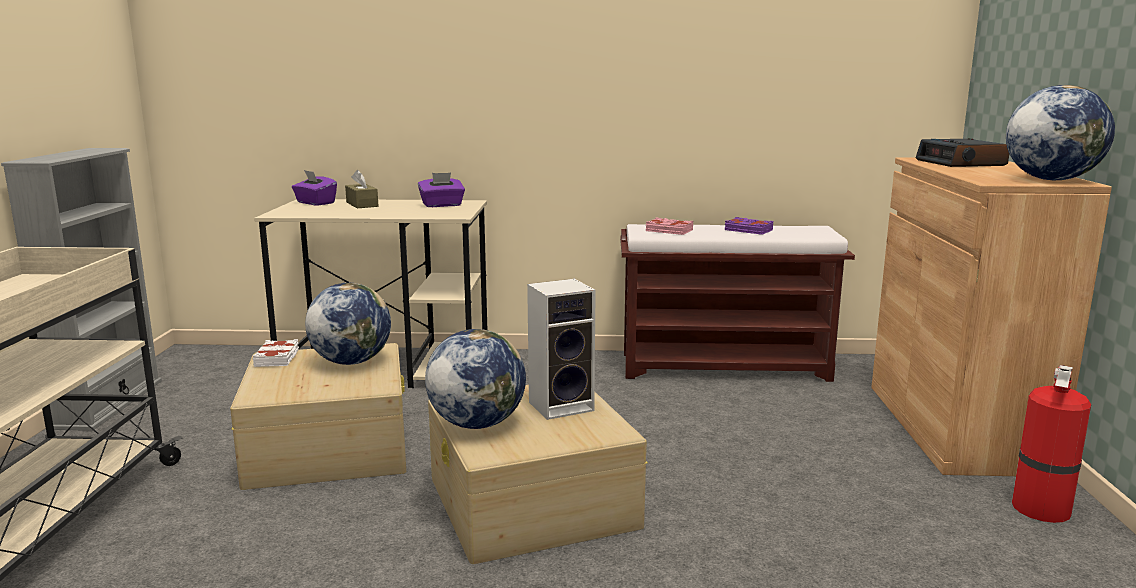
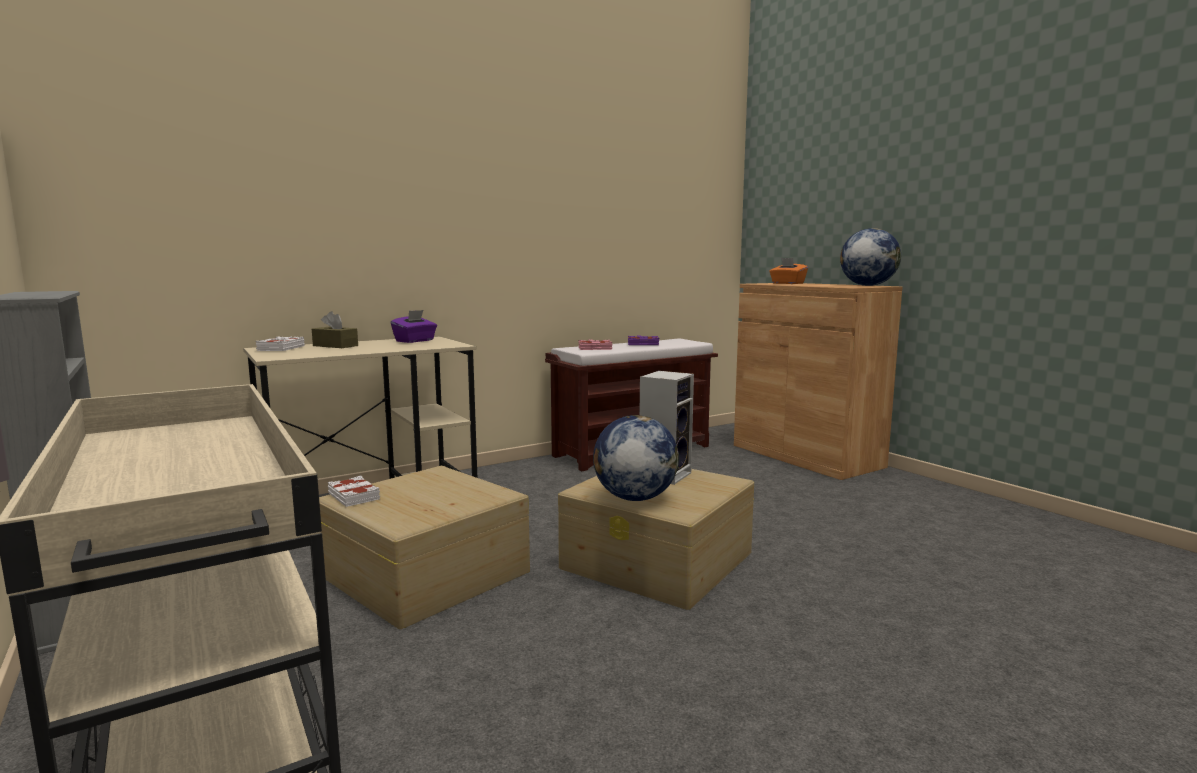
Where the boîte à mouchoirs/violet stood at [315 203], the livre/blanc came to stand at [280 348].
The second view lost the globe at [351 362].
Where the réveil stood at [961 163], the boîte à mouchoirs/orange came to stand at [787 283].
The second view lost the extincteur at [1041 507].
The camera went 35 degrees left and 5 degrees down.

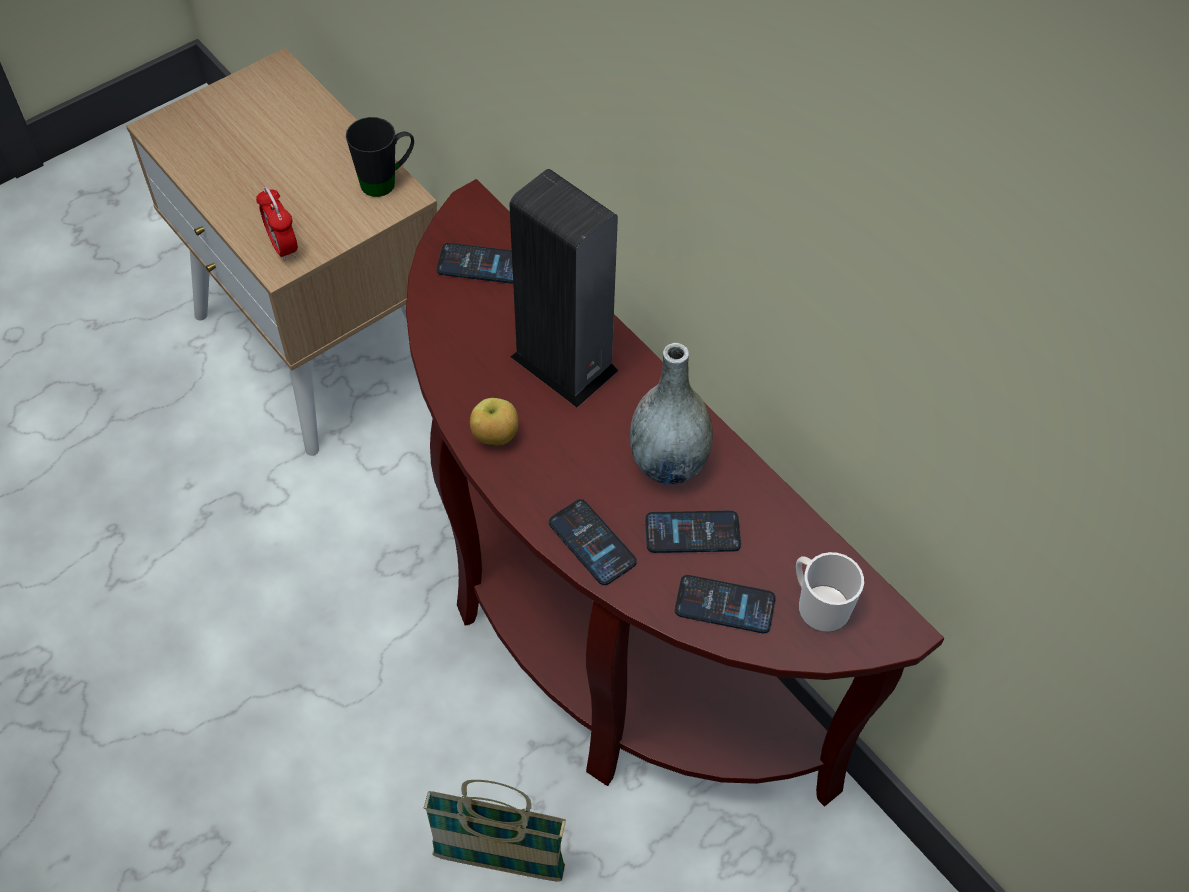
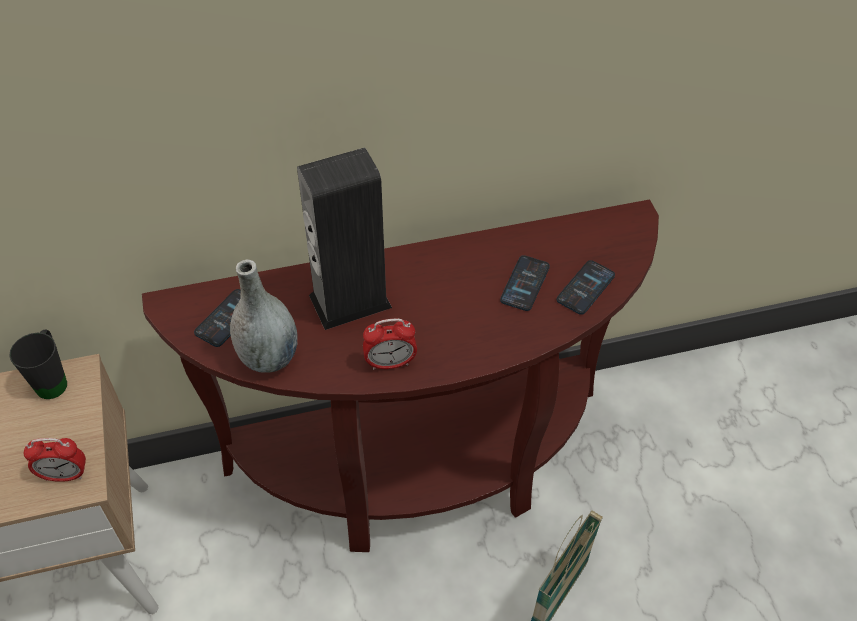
Where the pomme stood at [494 437], the réveil came to stand at [390 363].
The second view lost the téléphone at [592 543].
The vase/gris ended up elsewhere, having gone from [668 464] to [269 358].
The second view lost the mug at [818 605].
The camera went 65 degrees left and 5 degrees down.

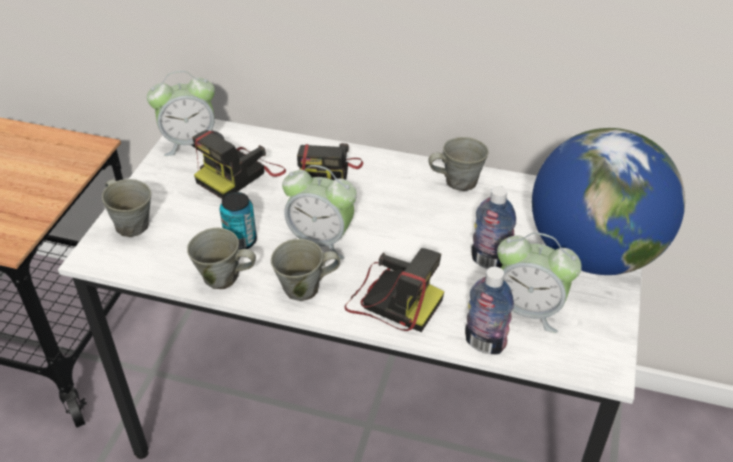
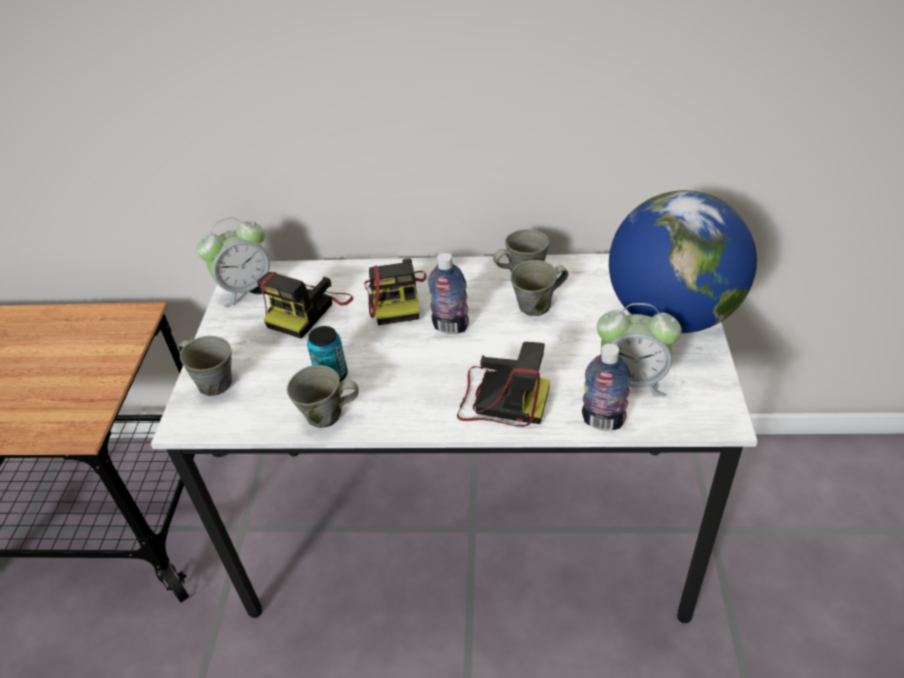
The mug/gris ended up elsewhere, having gone from [304 288] to [537 305].
The second view lost the réveil at [320 240].
The bouteille ended up elsewhere, having gone from [489 261] to [450 327].
The camera went 10 degrees left and 0 degrees up.

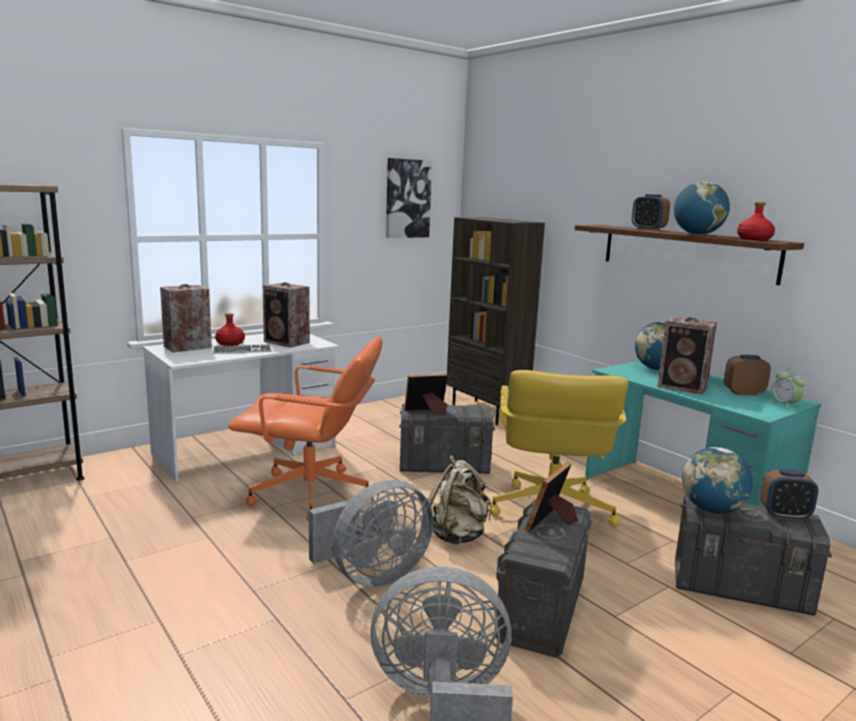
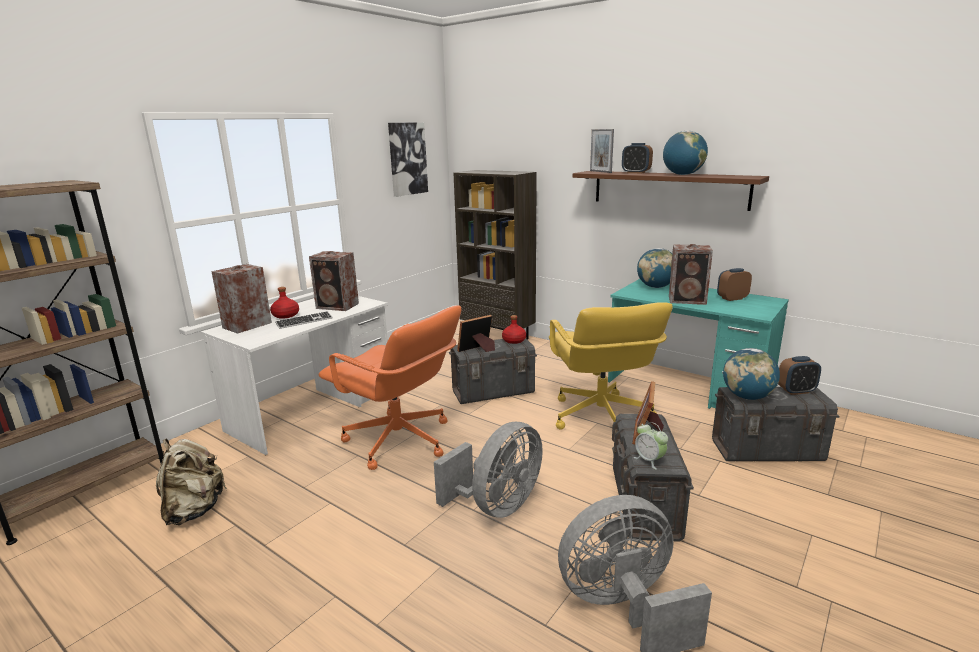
The chaise de bureau/orange at [311 494] ended up facing another way, 45 degrees clockwise from before.
The sac à dos/beige ended up elsewhere, having gone from [459 535] to [194 510].
The bouteille/rouge ended up elsewhere, having gone from [753 239] to [513 340].
The réveil ended up elsewhere, having gone from [785 405] to [649 460].
The second view gained the cadre photo at [600 171].
The camera went 15 degrees left and 5 degrees up.

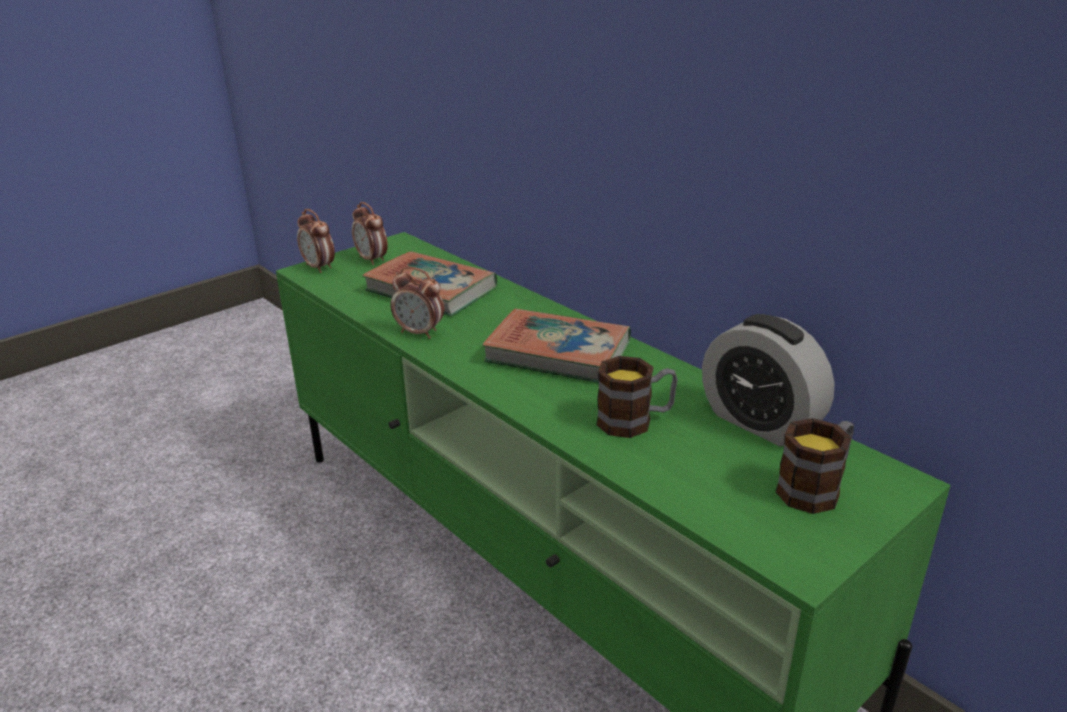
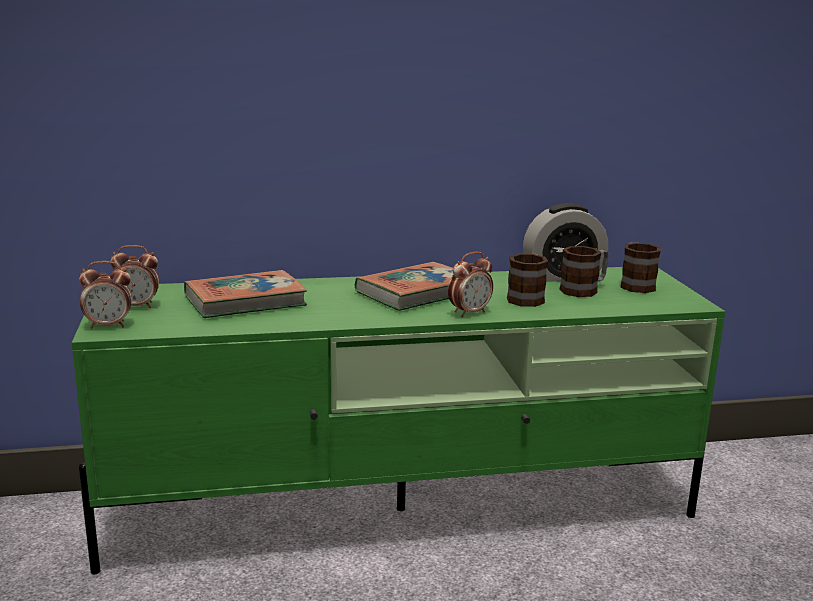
The réveil ended up elsewhere, having gone from [420 333] to [469 313].
The second view gained the mug at [584 289].
The camera went 60 degrees left and 10 degrees down.

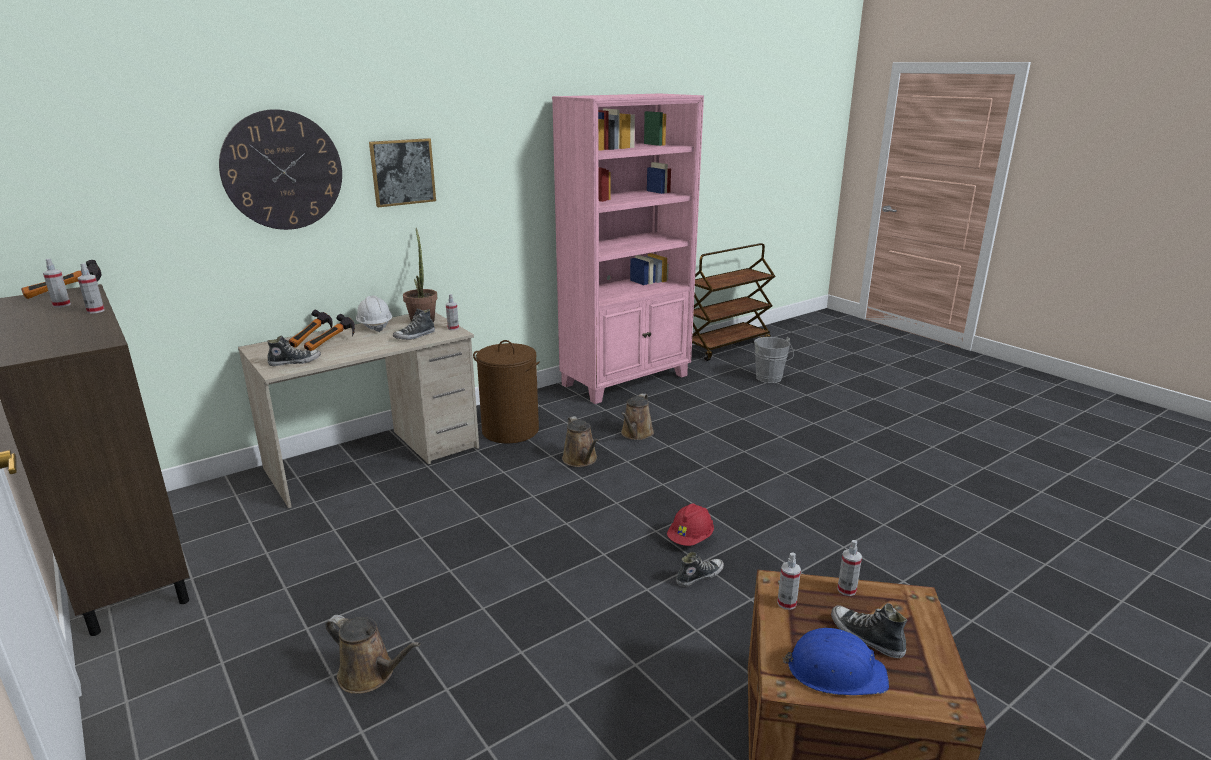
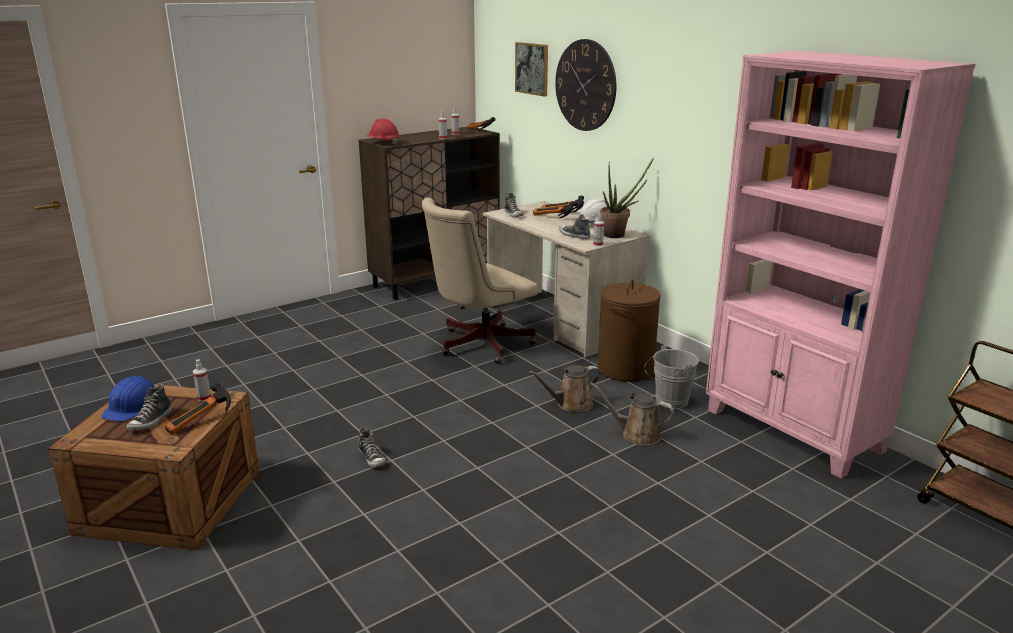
The second view lost the arrosoir/marron at [370 674].
The tableau ended up elsewhere, having gone from [402 172] to [532 68].
The casque de chantier/rouge ended up elsewhere, having gone from [690 539] to [383 143].
The seau/gris ended up elsewhere, having gone from [770 379] to [668 401].
The chaussure at [866 637] ended up facing another way, 150 degrees clockwise from before.
Where the vaporisateur stood at [846 590], the marteau came to stand at [202 422].
The second view gained the chaise de bureau/beige at [479 345].
The camera went 90 degrees right and 0 degrees up.

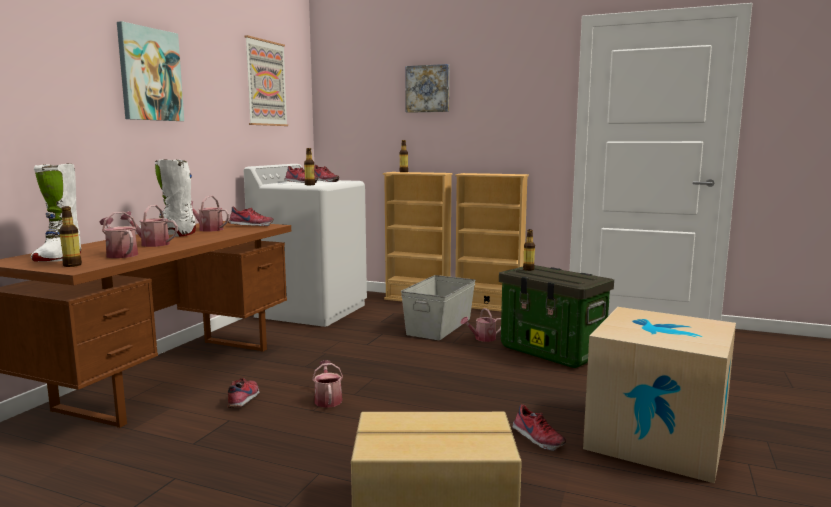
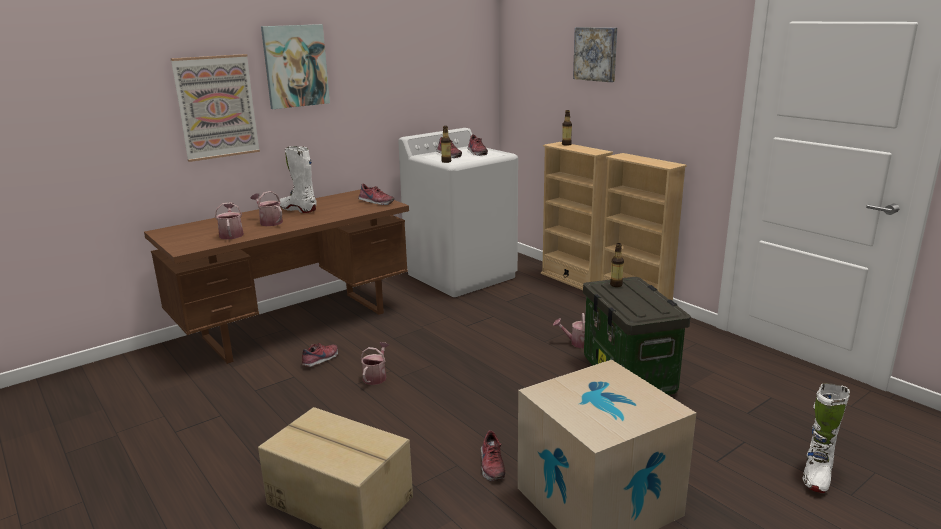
The botte/blanc ended up elsewhere, having gone from [58 258] to [816 475].
The second view lost the bouteille at [72 265].
The second view lost the arrosoir at [208 229].
The tableau ended up elsewhere, having gone from [266 83] to [216 107].
The second view lost the boîte de rangement/gris at [440 326].
The camera went 30 degrees right and 10 degrees up.

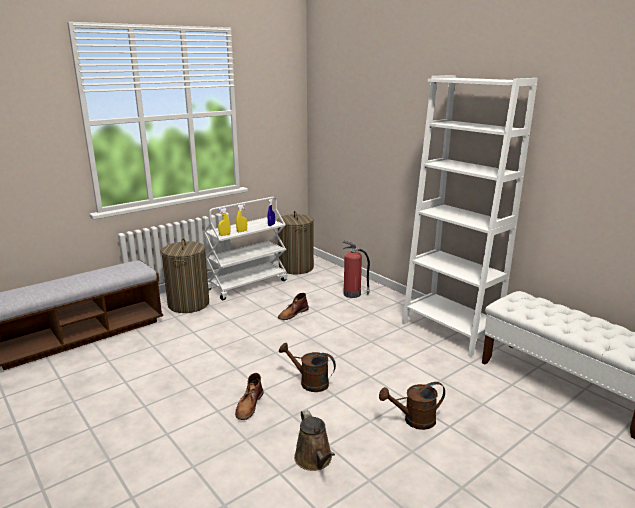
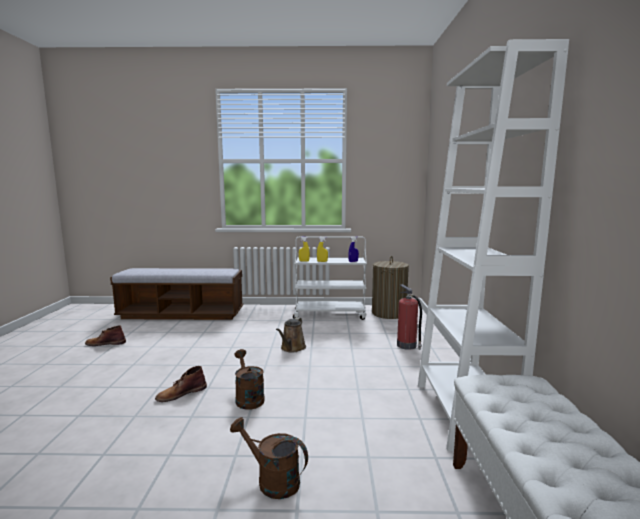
The second view lost the panier à linge at [188 304].
The botte/marron ended up elsewhere, having gone from [292 313] to [105 343].
The arrosoir/marron ended up elsewhere, having gone from [315 460] to [292 348].
The camera went 40 degrees right and 10 degrees down.

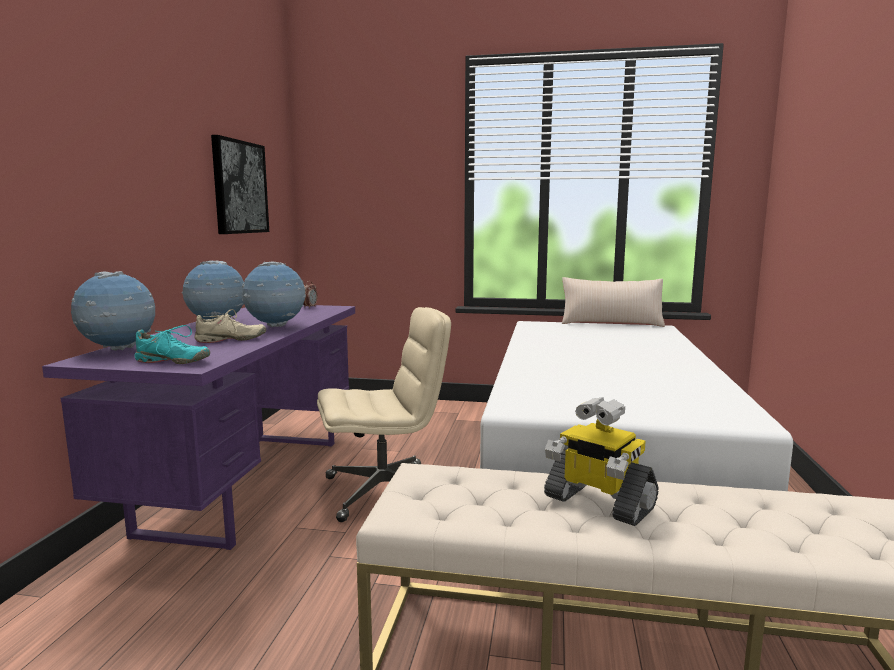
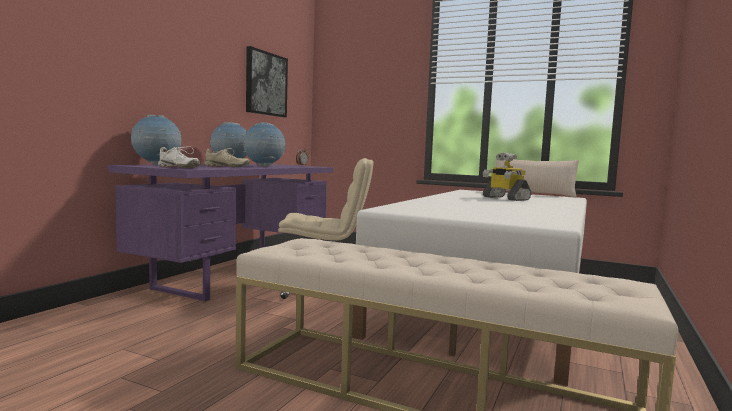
What was the chaussure/turquoise at [172 361] turned into the chaussure/blanc at [178 167].
The robot jouet ended up elsewhere, having gone from [597 502] to [505 198].
The camera went 15 degrees right and 5 degrees down.

